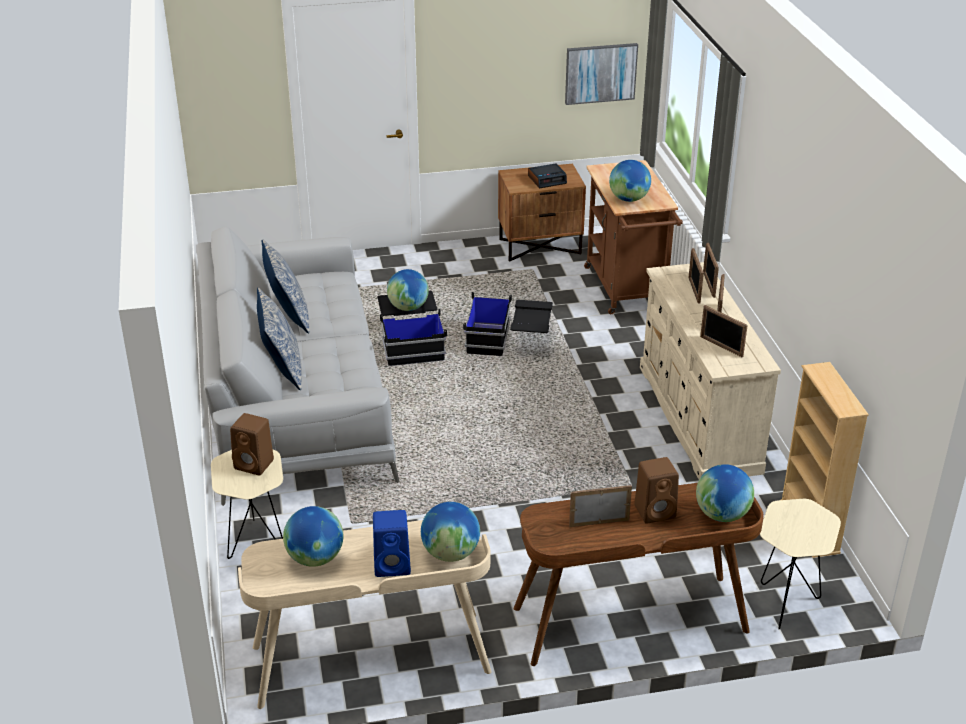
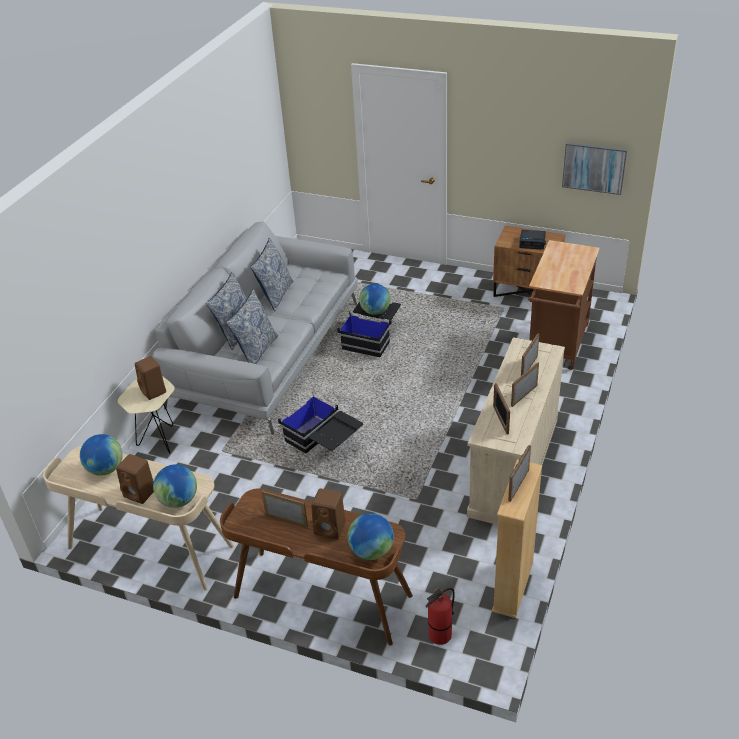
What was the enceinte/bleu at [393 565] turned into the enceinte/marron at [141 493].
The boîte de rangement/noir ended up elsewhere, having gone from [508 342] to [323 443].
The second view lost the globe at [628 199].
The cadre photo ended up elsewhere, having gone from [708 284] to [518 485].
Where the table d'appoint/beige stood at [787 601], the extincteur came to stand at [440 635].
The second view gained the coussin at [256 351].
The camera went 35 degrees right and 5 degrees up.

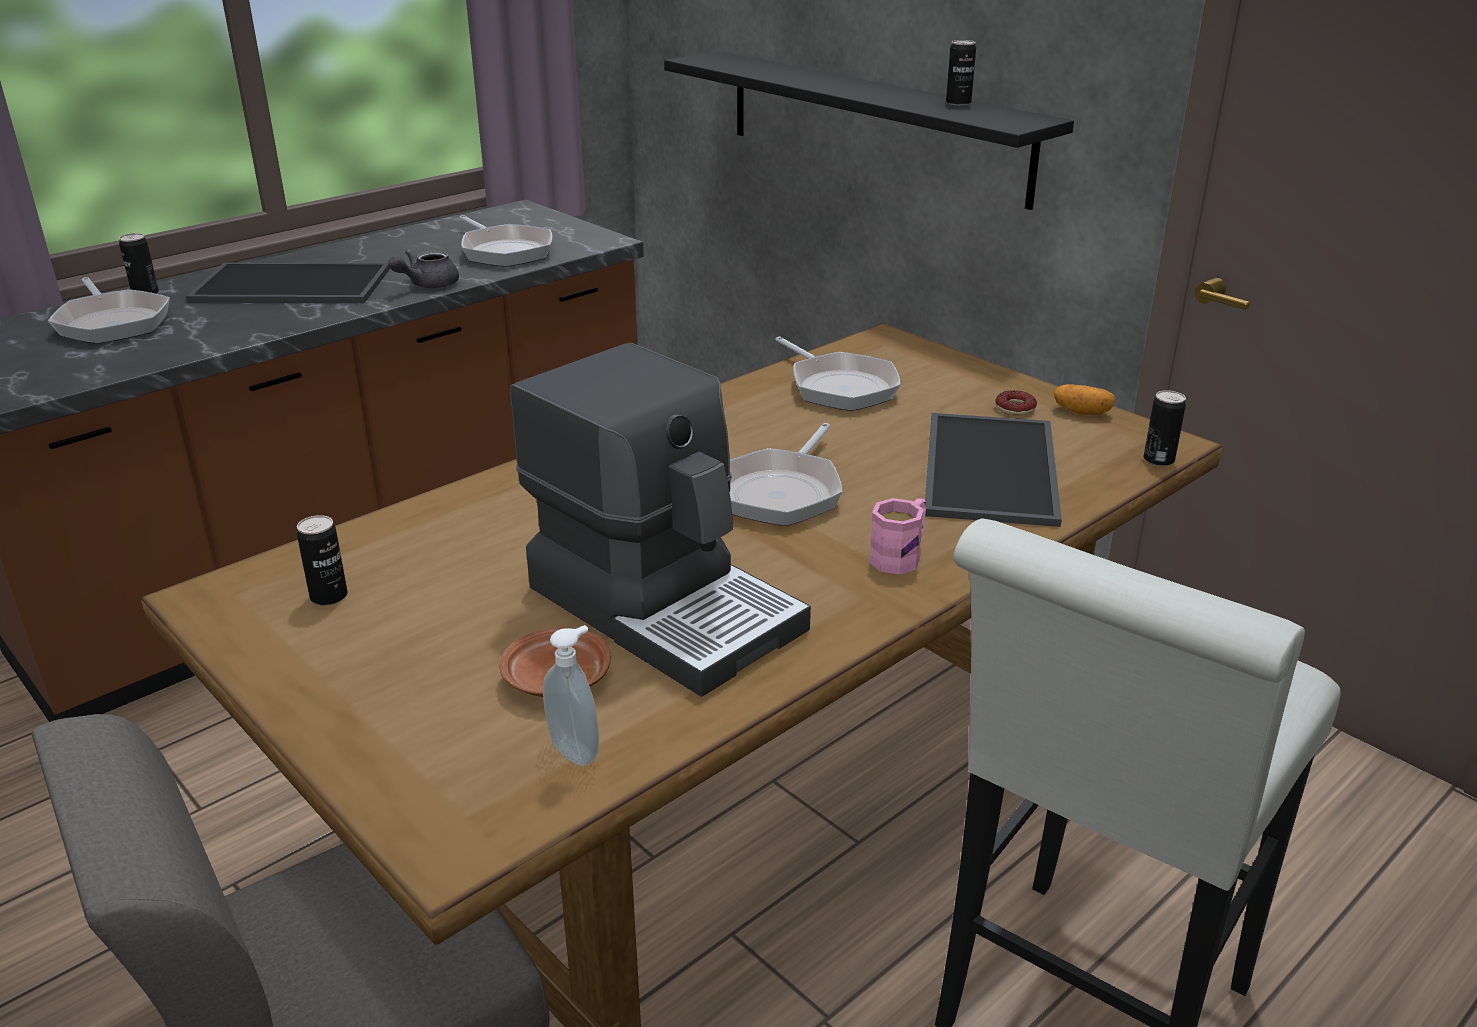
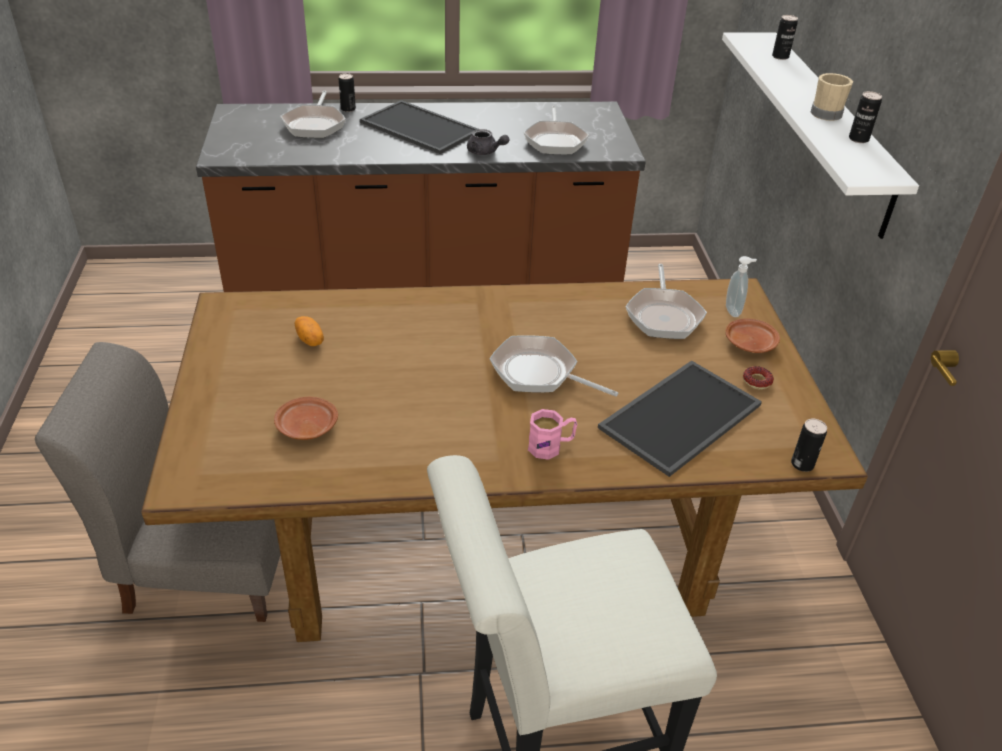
The boîte métallique ended up elsewhere, having gone from [329 596] to [780 57].
The théière/gris at [427 285] ended up facing another way, 135 degrees counterclockwise from before.
The second view lost the machine à café at [666 606].
The distributeur de savon ended up elsewhere, having gone from [577 750] to [734 311].
What was the étagère/noir at [873 125] turned into the étagère/blanc at [828 129].
The poêle at [782 492] ended up facing another way, 60 degrees clockwise from before.
The pomme de terre ended up elsewhere, having gone from [1082 412] to [310 339].
The second view gained the assiette/marron at [750 343].
The second view gained the mug/beige at [825 112].
The camera went 35 degrees right and 10 degrees up.

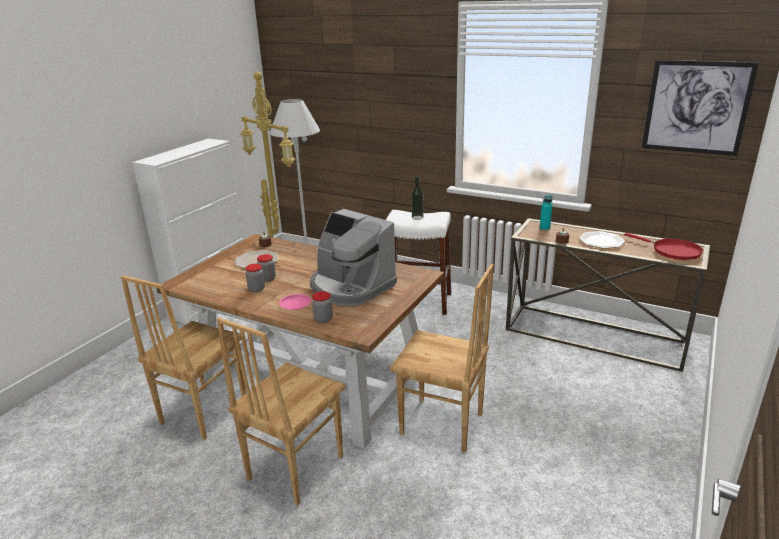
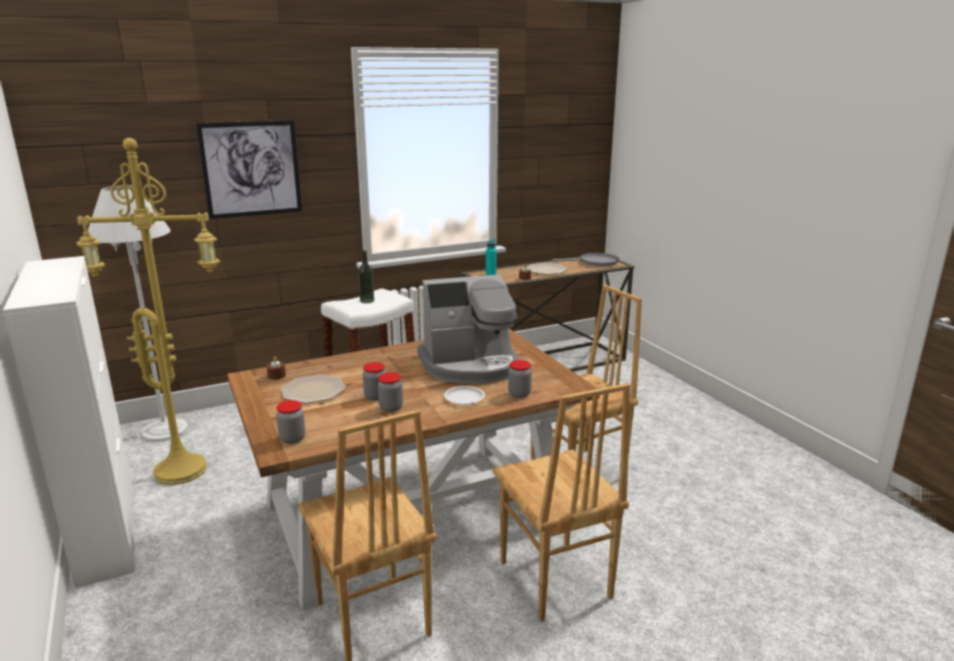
What was the assiette/rose at [295 304] turned into the assiette/blanc at [464 398].
What was the poêle/rouge at [673 251] turned into the poêle/gris at [596 262].
The tableau ended up elsewhere, having gone from [696 107] to [251 169].
The second view gained the bocal at [292 439].
The camera went 55 degrees left and 5 degrees down.

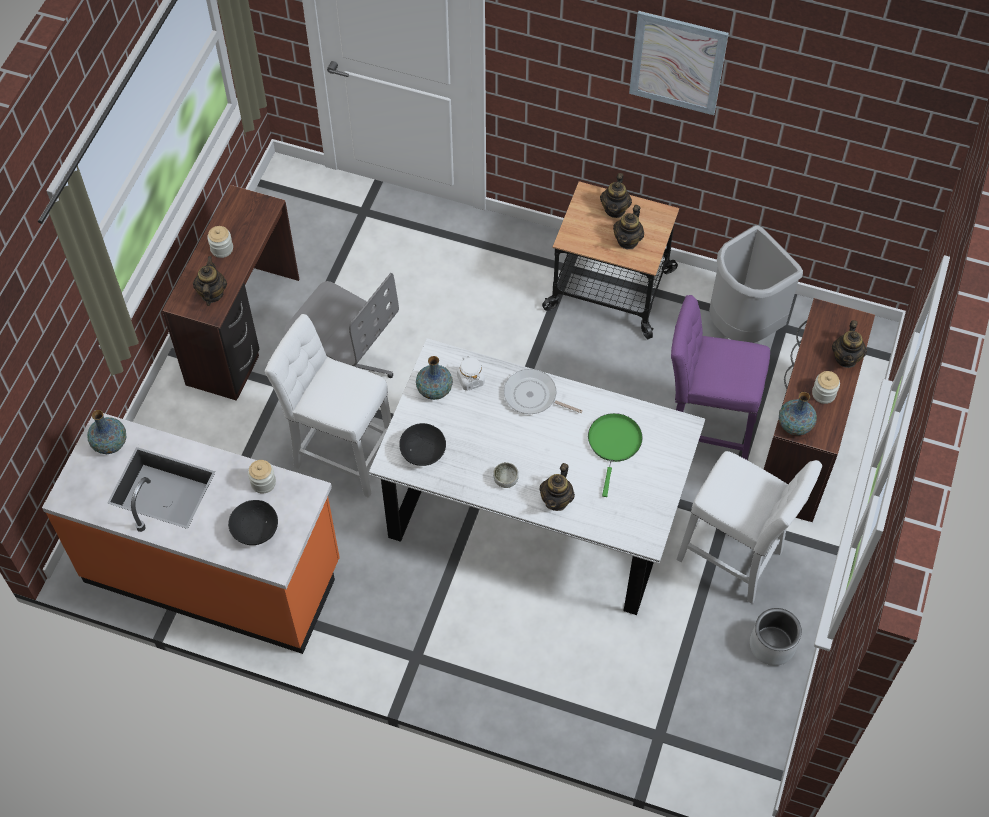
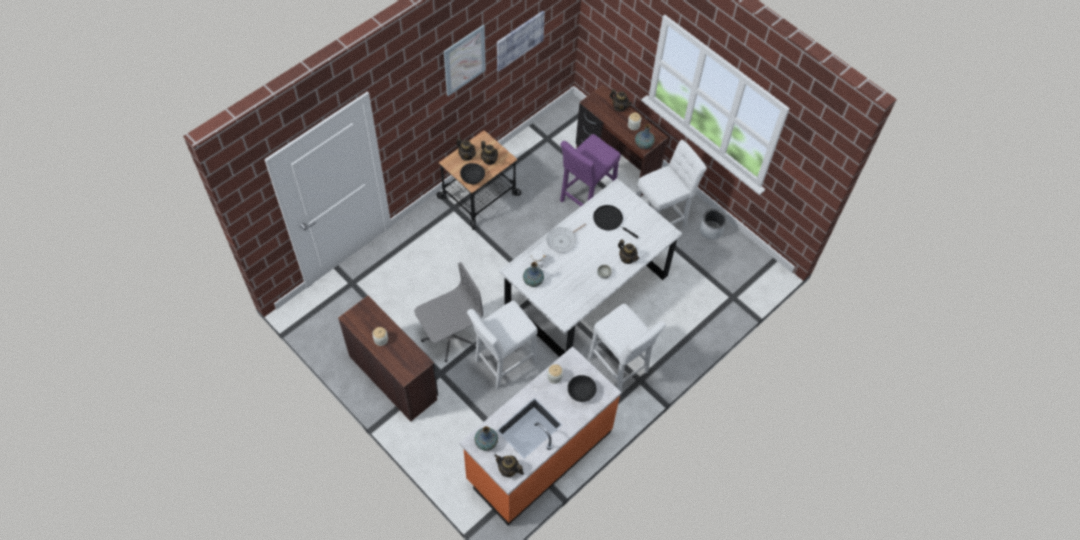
The théière ended up elsewhere, having gone from [212 294] to [508 470].
The bol/noir ended up elsewhere, having gone from [423 452] to [472 178].
What was the poêle/vert at [614 444] turned into the poêle/noir at [610 220].
The second view lost the poubelle/gris at [742 326].
The second view gained the tableau at [519 40].
The second view gained the tabouret/blanc at [619 367].
The camera went 65 degrees left and 0 degrees up.

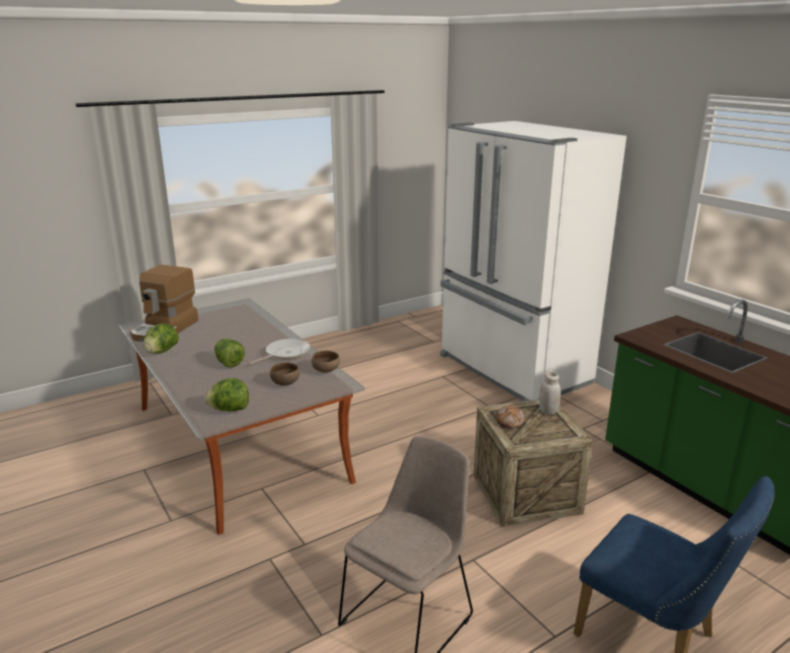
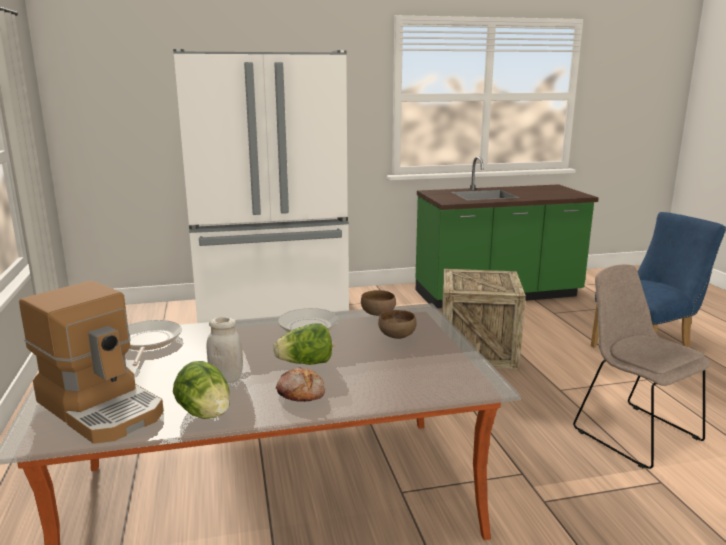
The second view lost the laitue at [229 410].
The pain ended up elsewhere, having gone from [510 421] to [301 393].
The bocal/blanc ended up elsewhere, having gone from [548 411] to [226 379].
The second view gained the poêle at [148 342].
The camera went 70 degrees left and 5 degrees down.

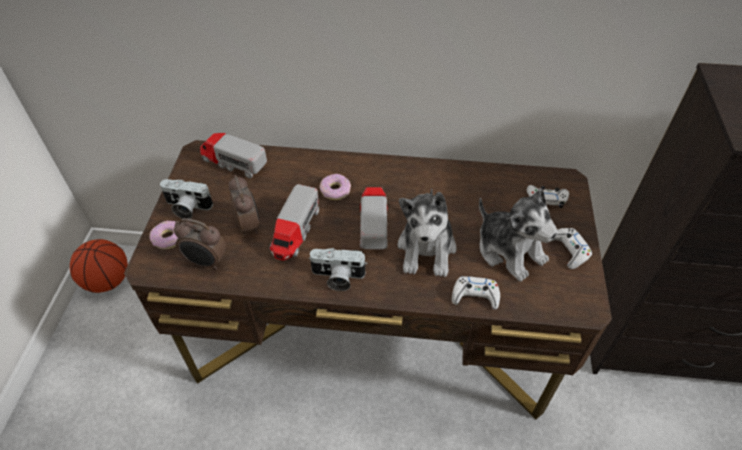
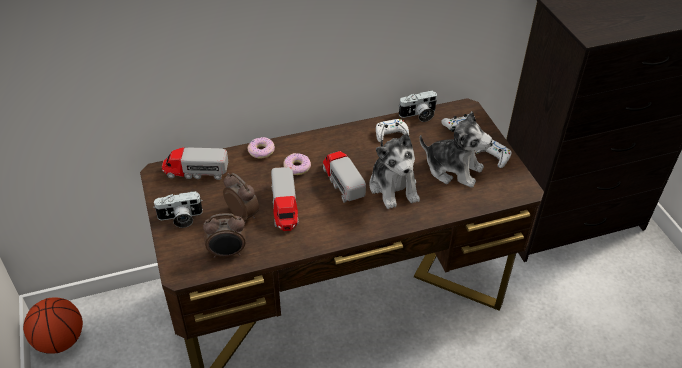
The beignet ended up elsewhere, having gone from [169 238] to [261 151].
The appareil photo ended up elsewhere, having gone from [337 277] to [418 115].
The manette/blanc ended up elsewhere, having gone from [475 296] to [391 134].
The camera went 25 degrees left and 5 degrees down.

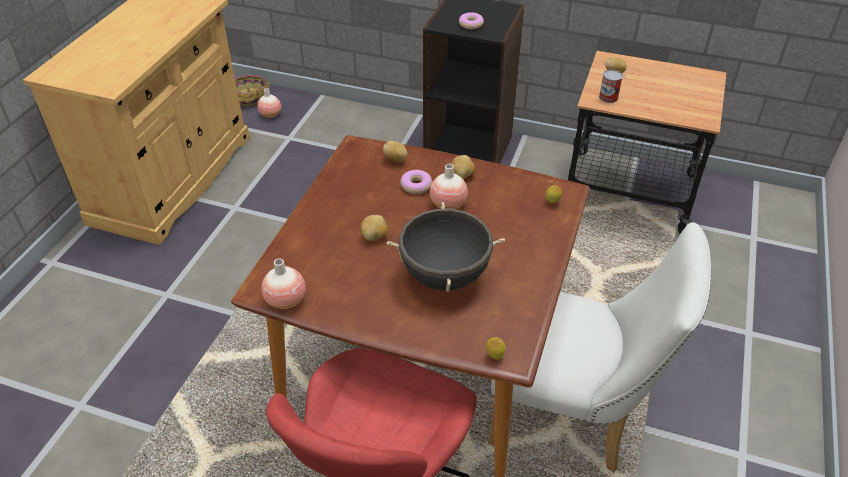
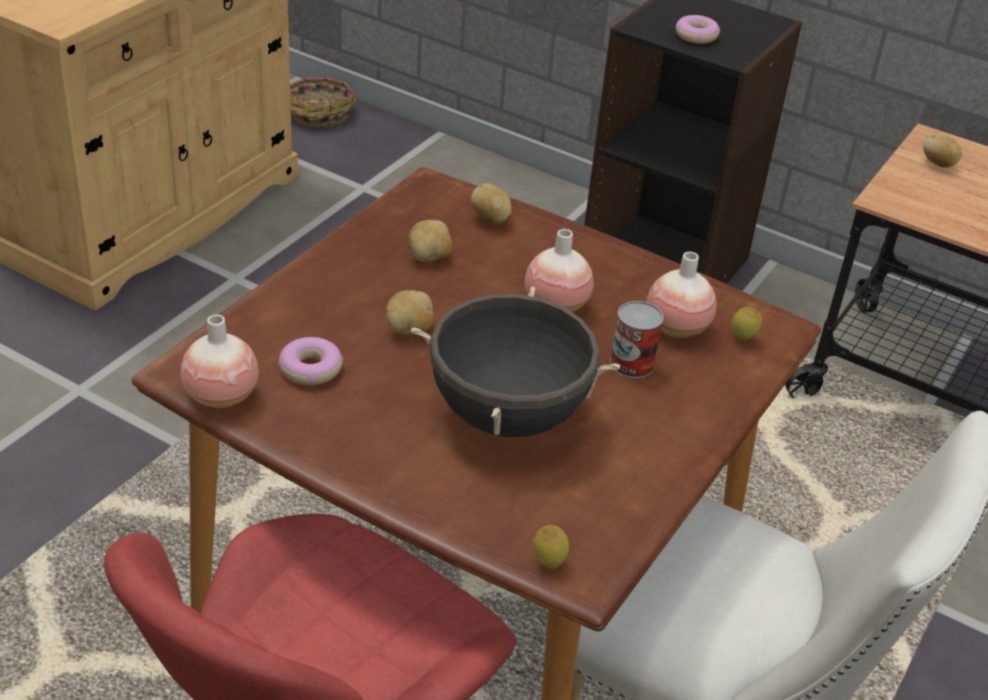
The vase ended up elsewhere, having gone from [270 114] to [676 328].
The beignet ended up elsewhere, having gone from [416 185] to [310 369].
The pomme de terre ended up elsewhere, having gone from [462 176] to [429 257].
The boîte métallique ended up elsewhere, having gone from [608 97] to [632 364].
The camera went 10 degrees right and 5 degrees down.

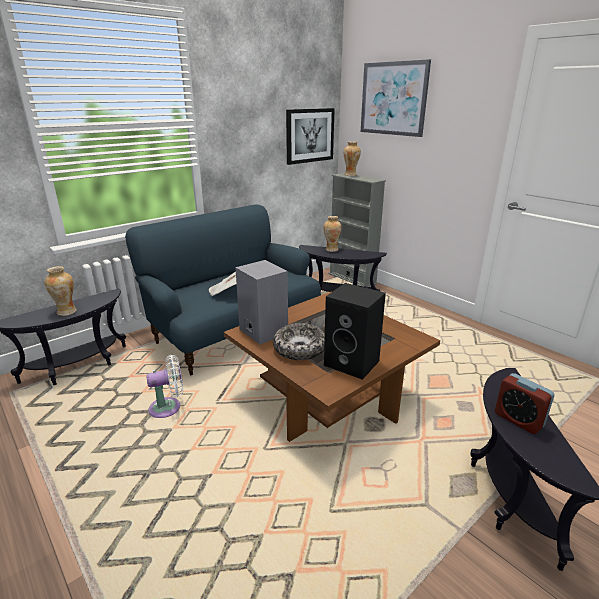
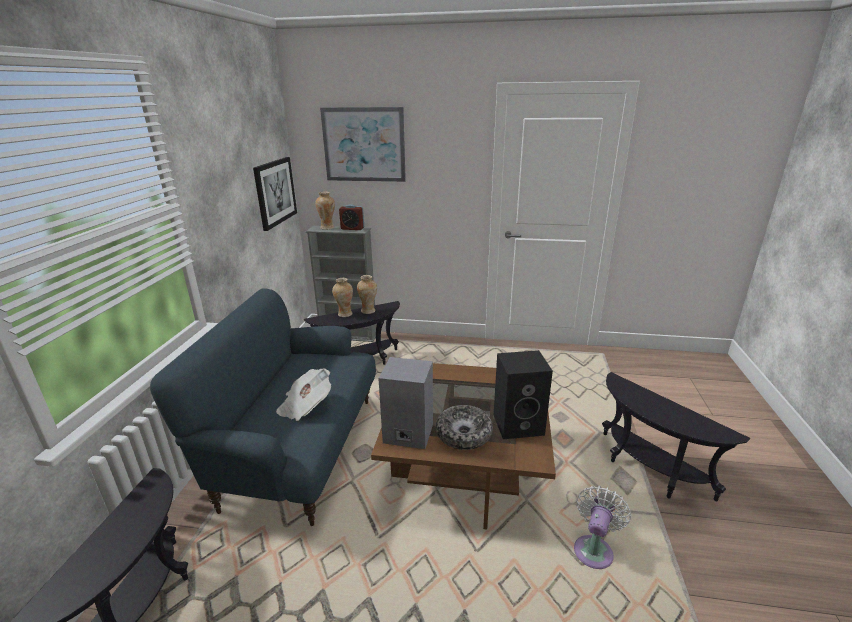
The vase ended up elsewhere, having gone from [66 312] to [368 311].
The ventilateur/blanc ended up elsewhere, having gone from [168 407] to [594 549].
The réveil ended up elsewhere, having gone from [518 420] to [352 228].
The camera went 40 degrees left and 0 degrees up.

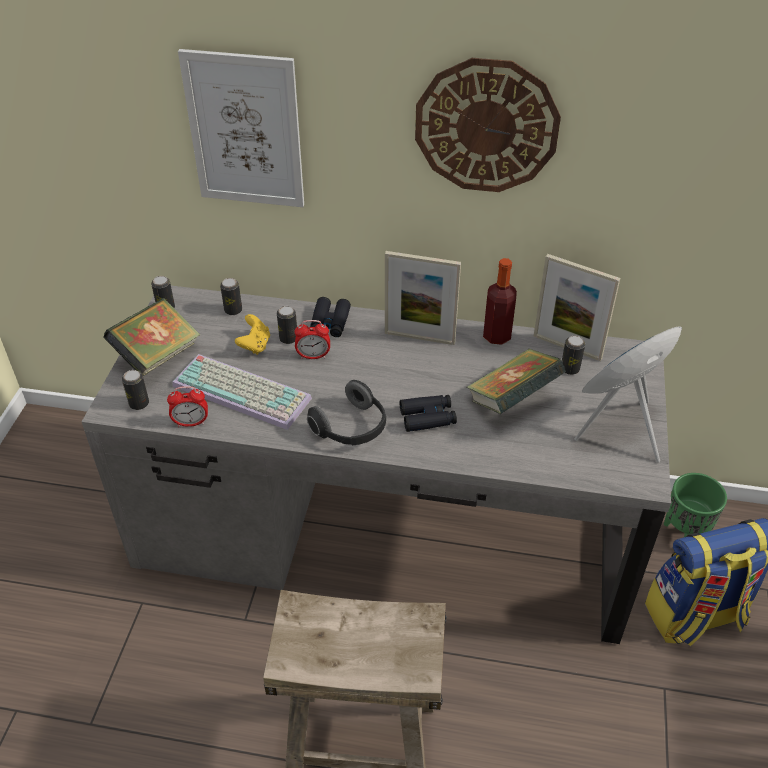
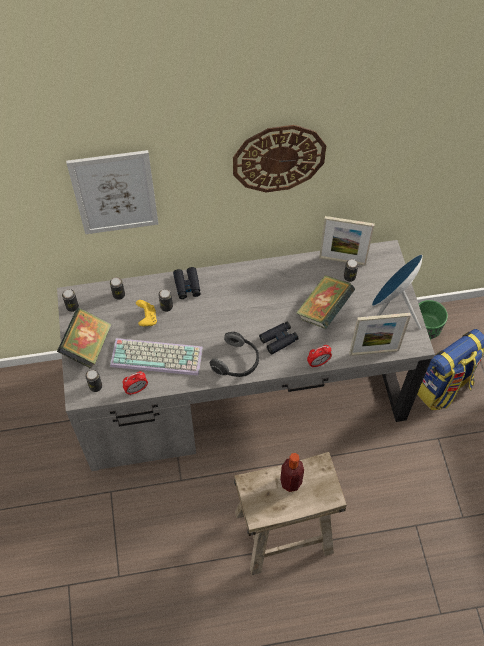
The réveil ended up elsewhere, having gone from [313 356] to [318 363].
The cadre photo ended up elsewhere, having gone from [419 337] to [374 352].
The bouteille ended up elsewhere, having gone from [497 336] to [290 482].
The camera went 20 degrees left and 15 degrees up.

